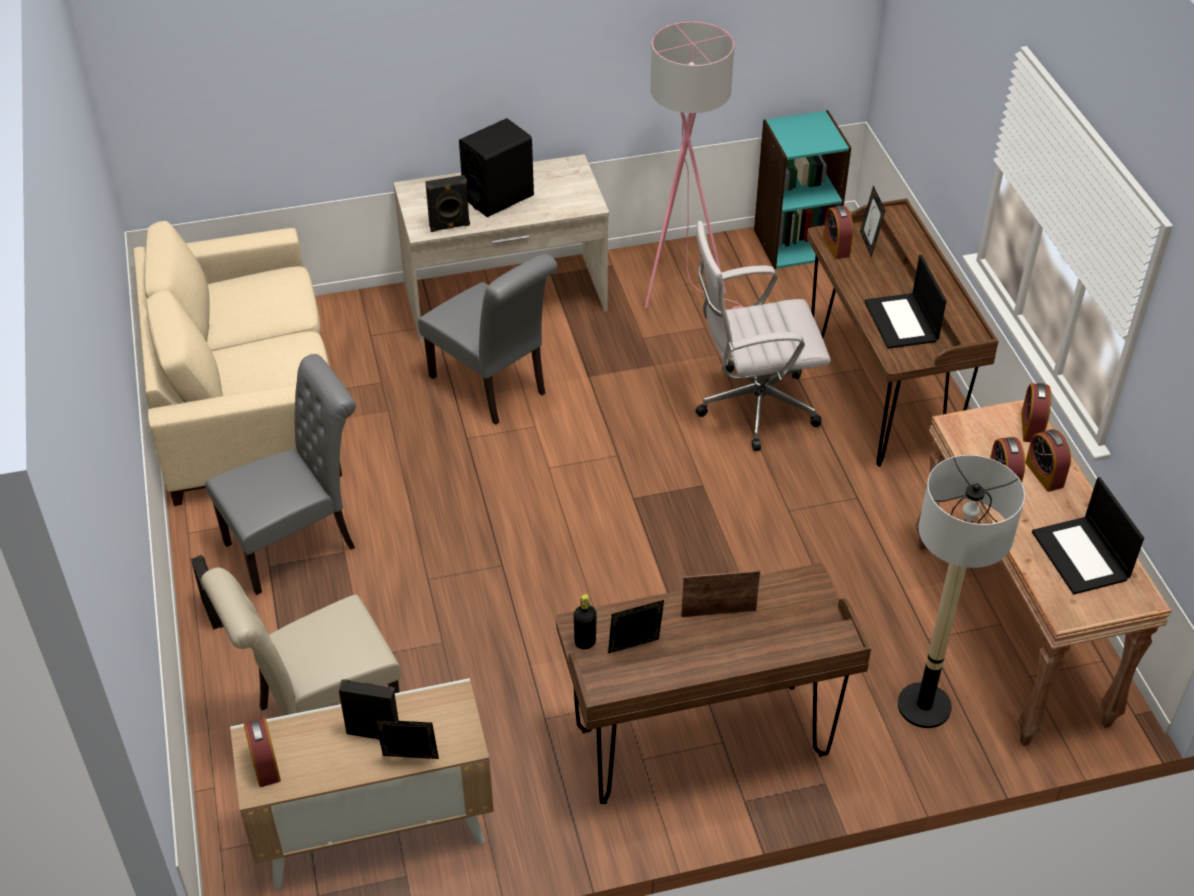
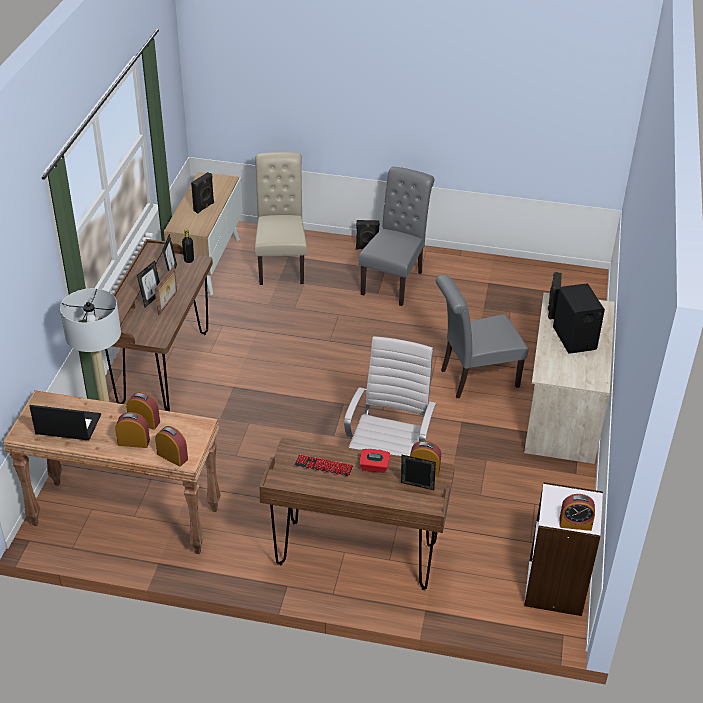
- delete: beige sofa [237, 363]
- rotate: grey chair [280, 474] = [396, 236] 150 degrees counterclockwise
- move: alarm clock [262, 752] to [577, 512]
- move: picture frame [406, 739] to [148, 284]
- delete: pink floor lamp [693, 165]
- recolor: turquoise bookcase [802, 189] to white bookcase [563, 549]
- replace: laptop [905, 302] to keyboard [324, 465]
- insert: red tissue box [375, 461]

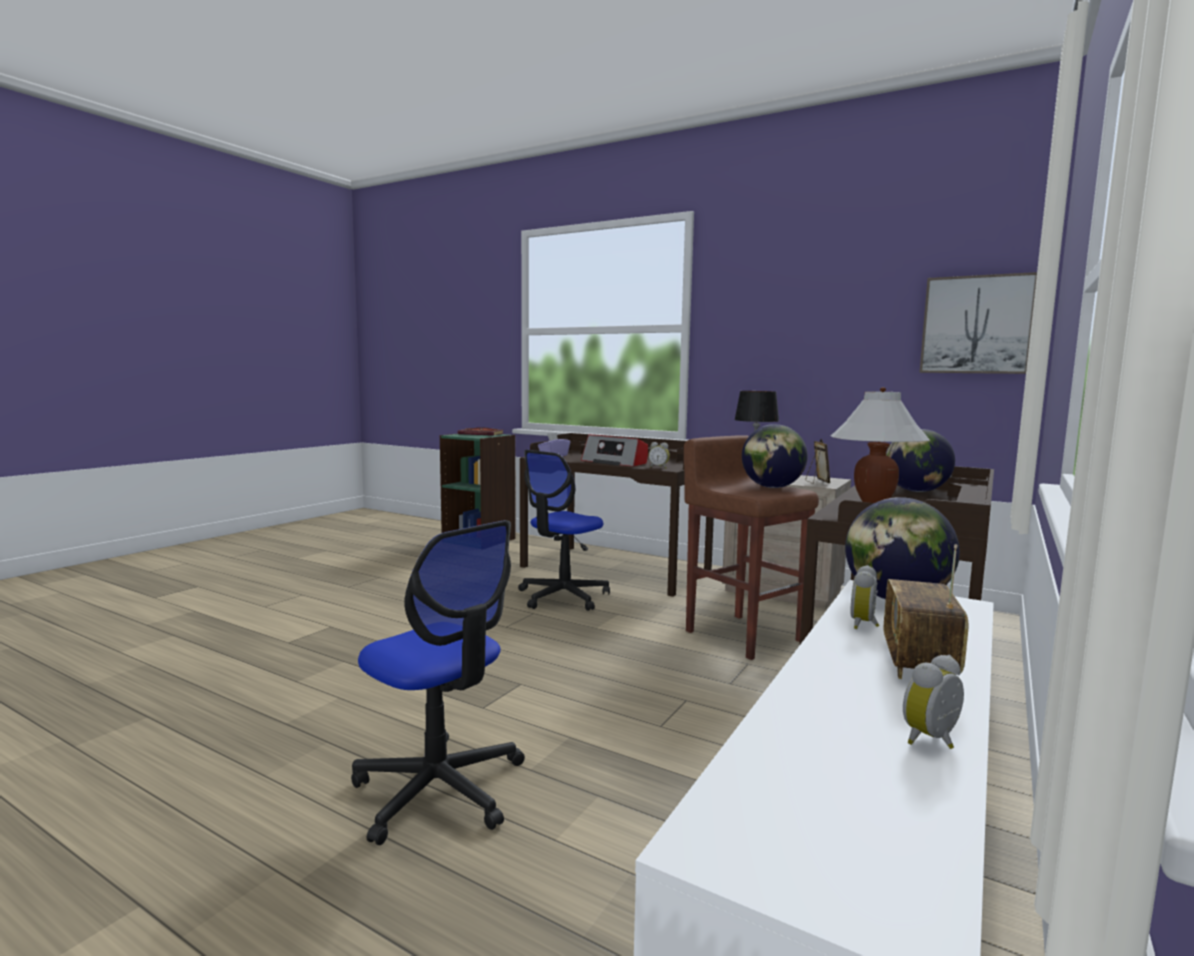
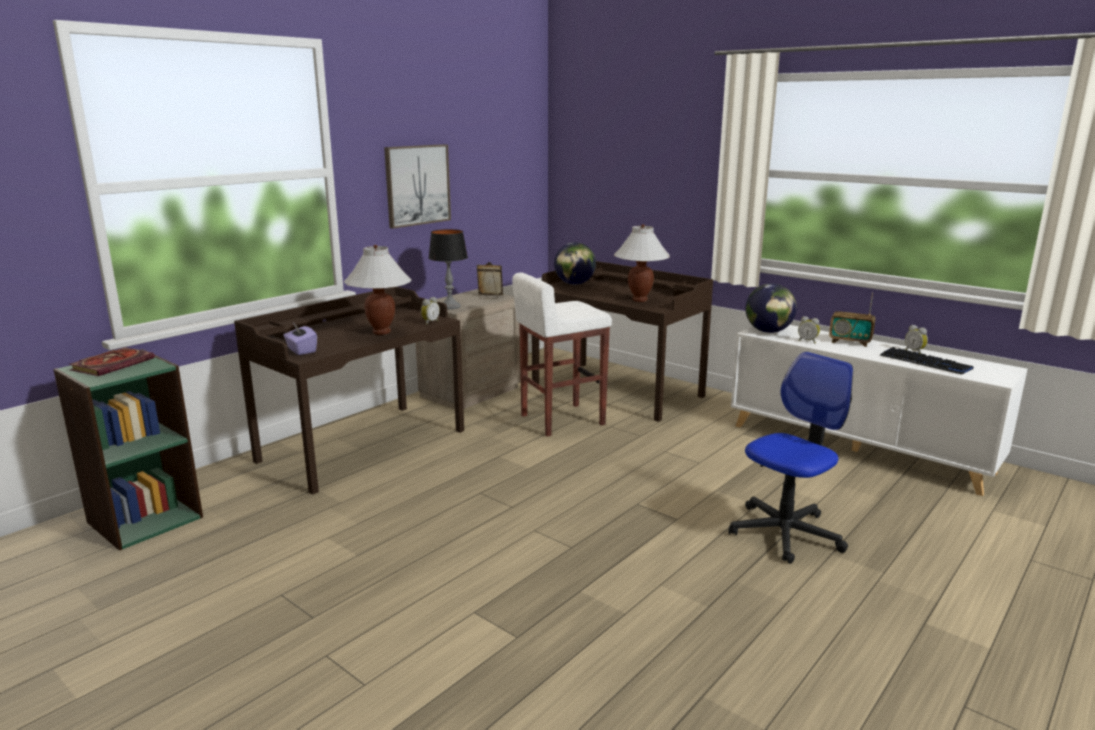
- delete: office chair [564, 530]
- replace: radio [614, 451] to white table lamp [378, 290]
- recolor: brown stool [751, 547] to white stool [562, 354]
- delete: globe [775, 456]
- move: picture [978, 323] to [417, 186]
- insert: keyboard [927, 361]

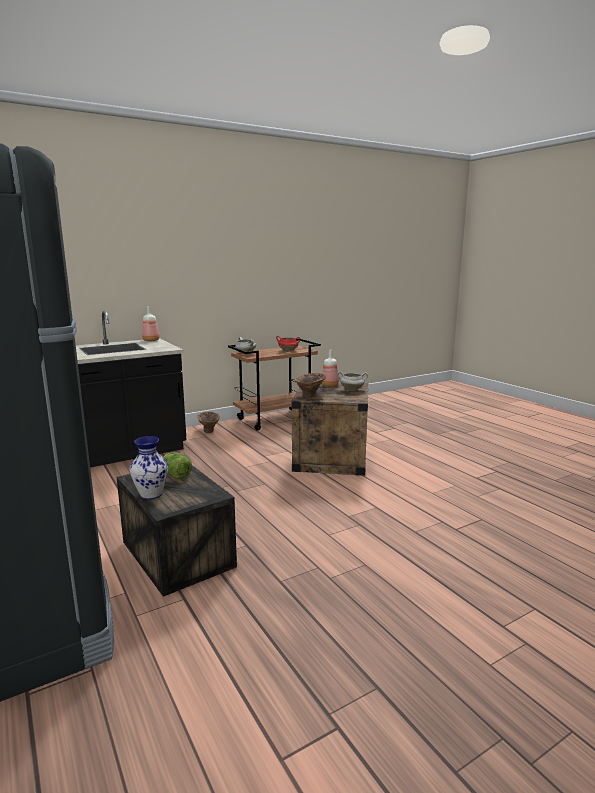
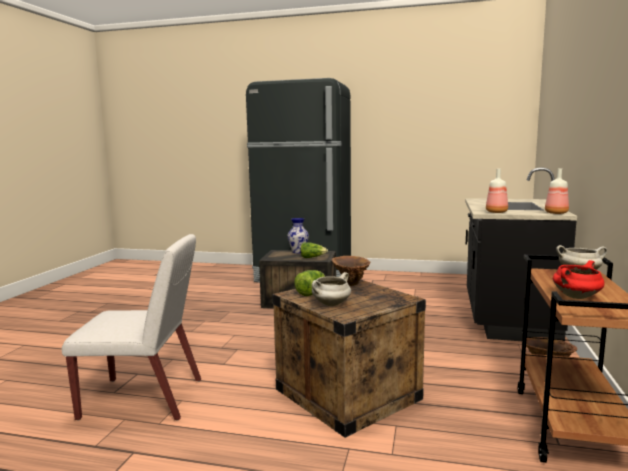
- move: bottle [330, 368] to [497, 191]
- insert: white chair [131, 327]
- insert: lettuce [309, 283]

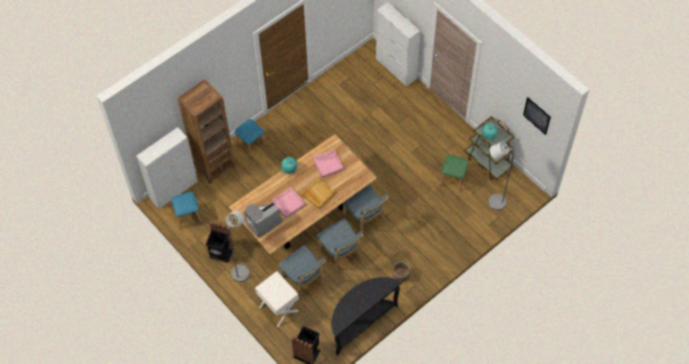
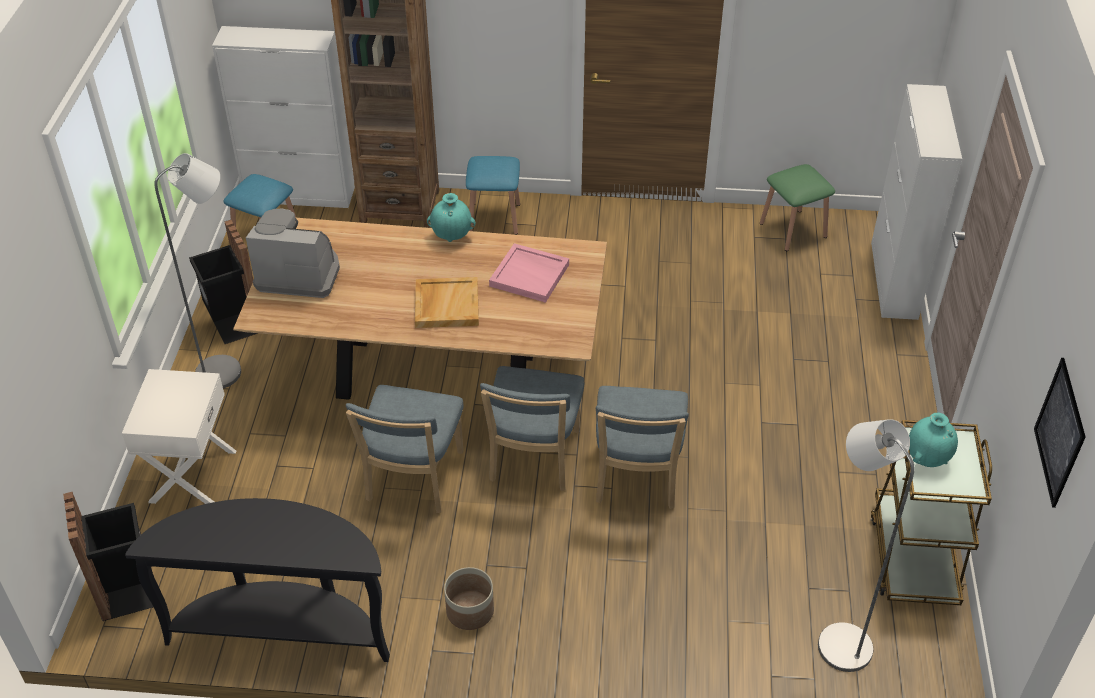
- delete: pink tray [289, 202]
- move: blue chair [302, 272] to [642, 447]
- move: green stool [454, 173] to [797, 207]

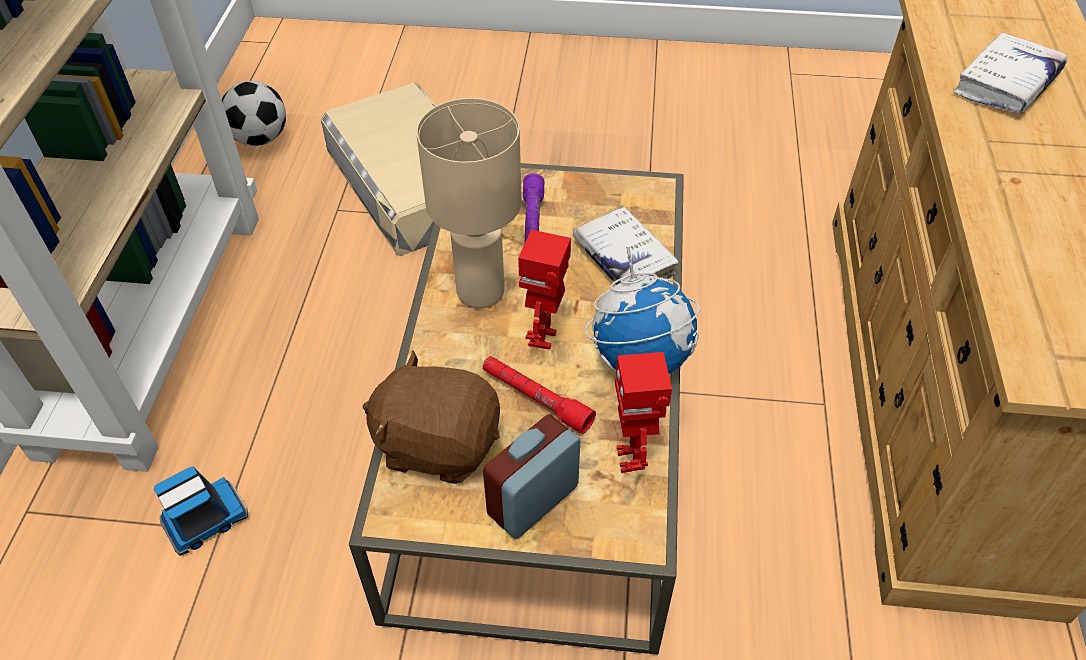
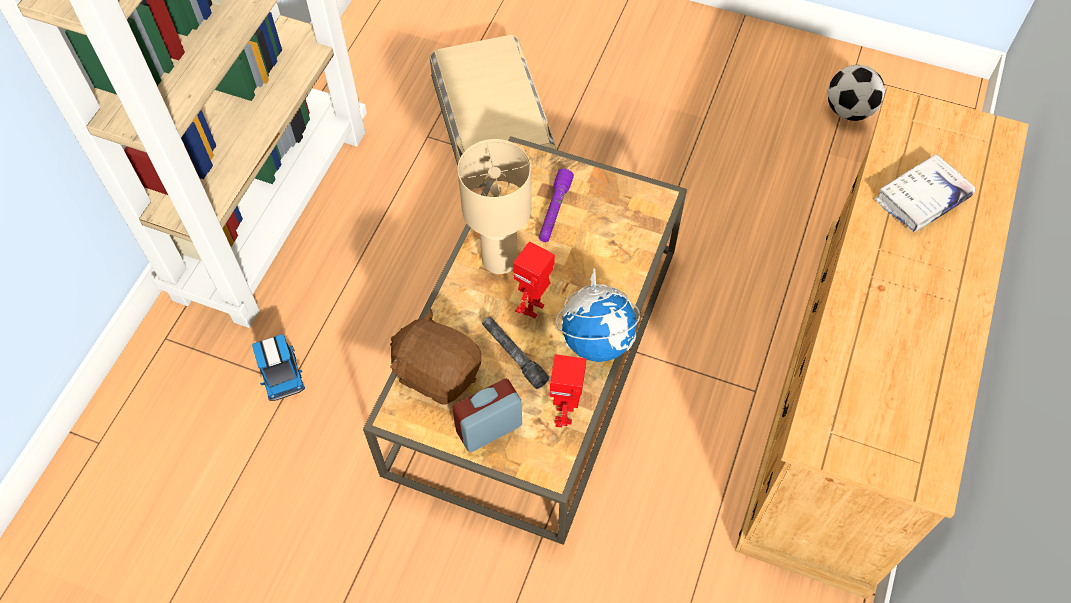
- rotate: toy truck [201, 511] = [278, 367] 90 degrees clockwise
- move: football [254, 113] to [856, 93]
- recolor: red flashlight [539, 395] to grey flashlight [516, 353]
- delete: white book [626, 245]

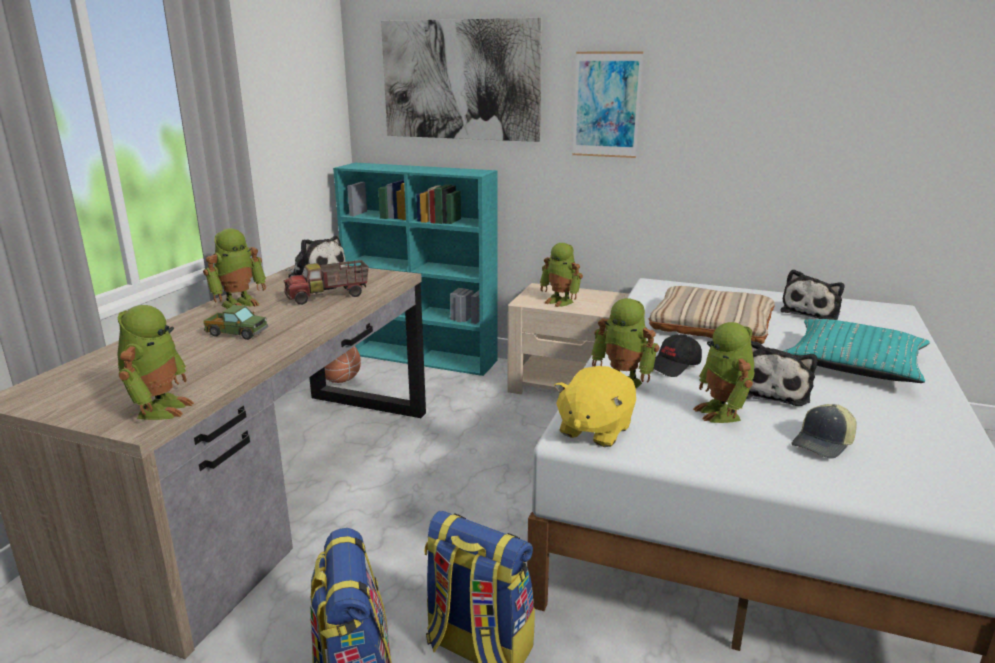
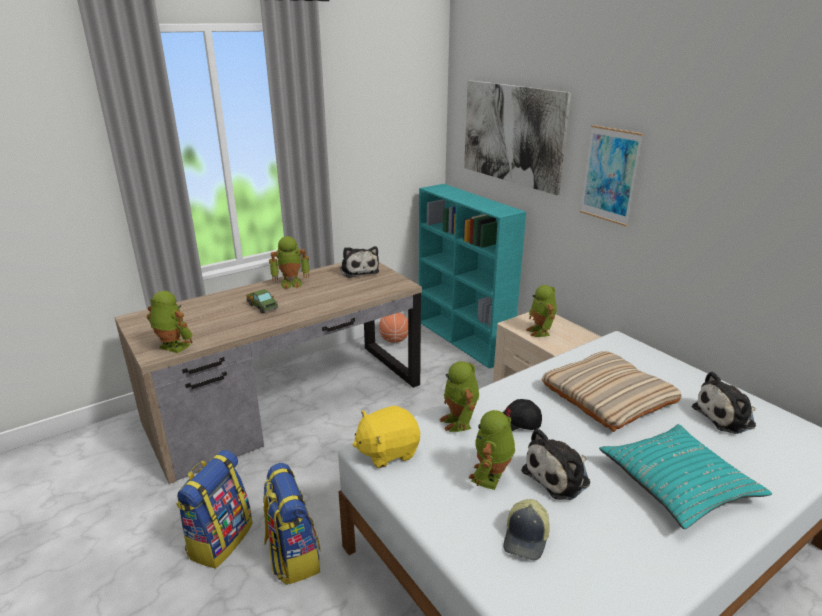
- rotate: toy robot [156, 362] = [170, 322] 105 degrees counterclockwise
- delete: toy truck [326, 282]
- rotate: cap [824, 431] = [526, 529] 60 degrees counterclockwise

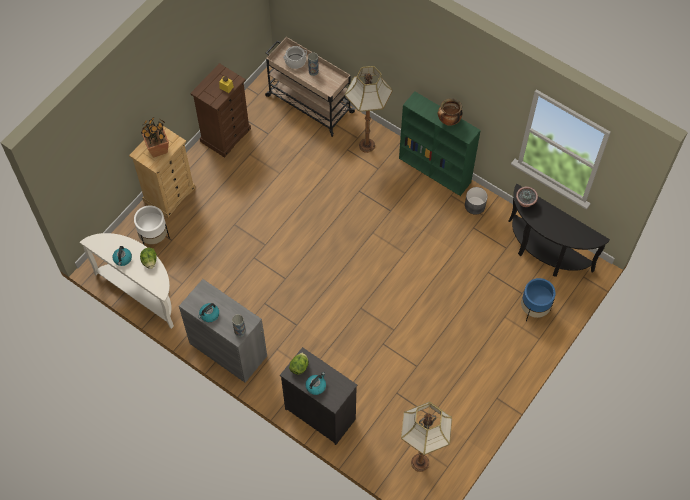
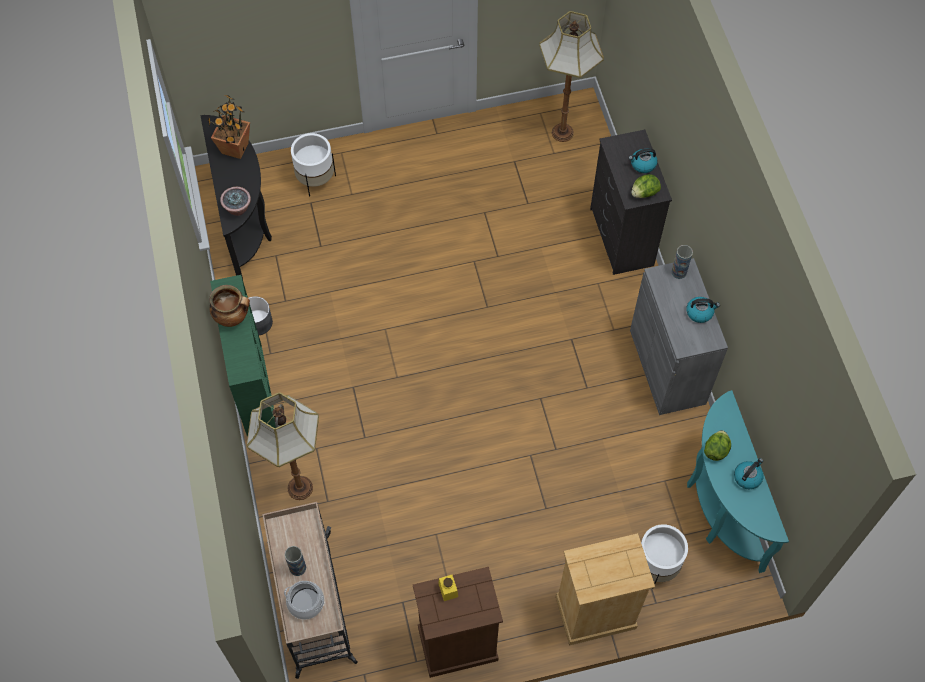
- recolor: white console table [127, 281] to turquoise console table [738, 481]
- move: potted plant [155, 137] to [229, 127]
- recolor: blue planter [538, 299] to white planter [313, 165]

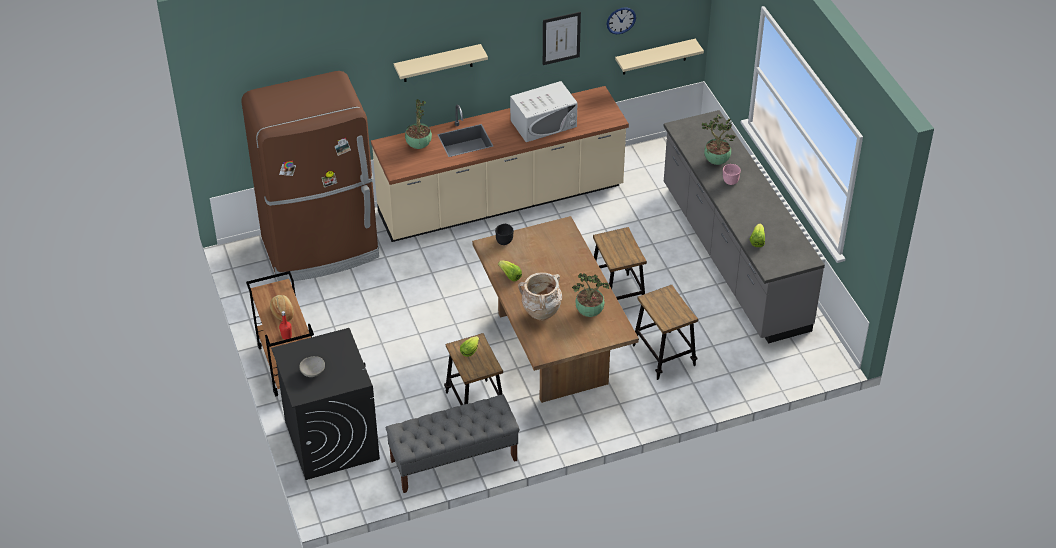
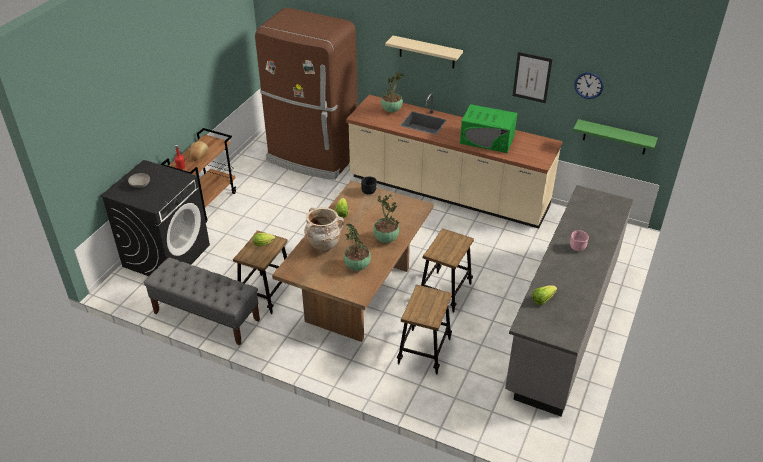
- recolor: white microwave [543, 111] to green microwave [488, 128]
- recolor: beige shelf [659, 57] to green shelf [615, 137]
- move: potted plant [719, 140] to [386, 218]

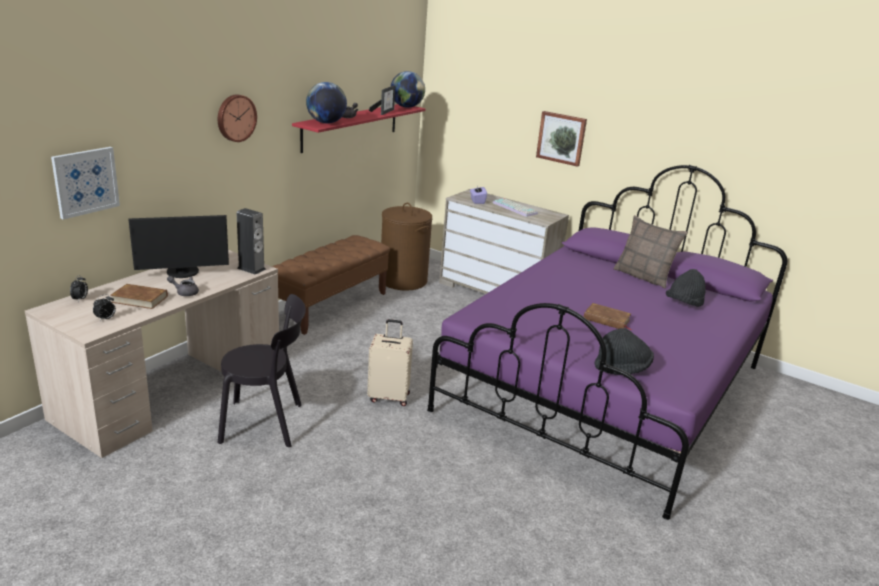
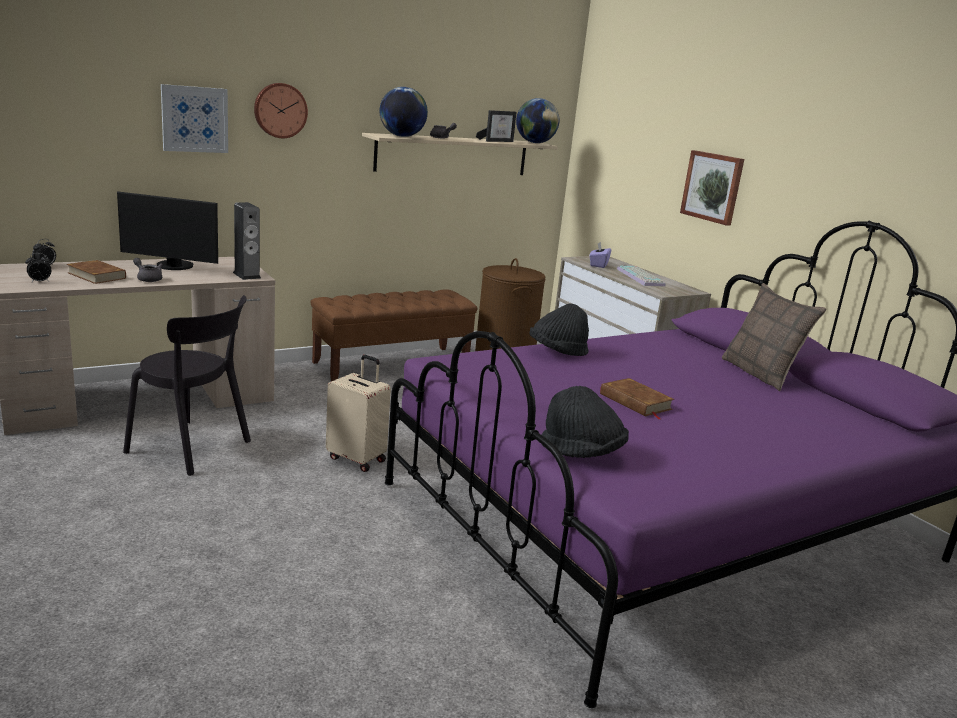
- move: picture [85, 183] to [194, 118]
- recolor: red shelf [358, 128] to beige shelf [460, 154]
- move: black hat [686, 288] to [559, 329]

